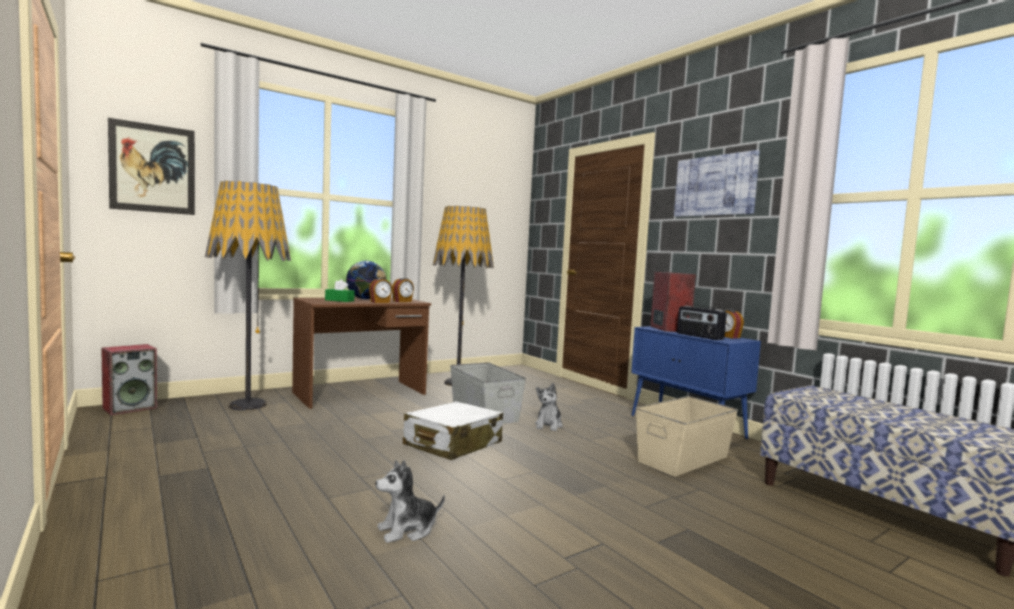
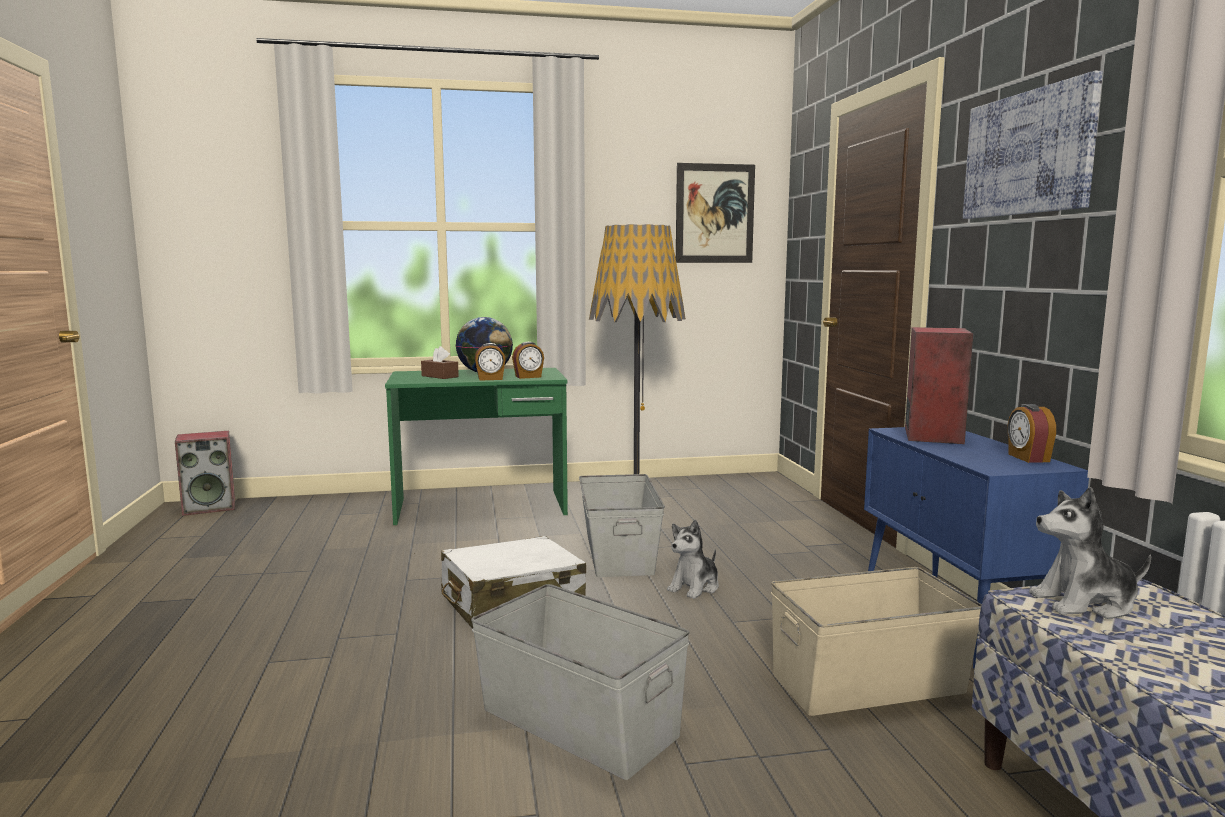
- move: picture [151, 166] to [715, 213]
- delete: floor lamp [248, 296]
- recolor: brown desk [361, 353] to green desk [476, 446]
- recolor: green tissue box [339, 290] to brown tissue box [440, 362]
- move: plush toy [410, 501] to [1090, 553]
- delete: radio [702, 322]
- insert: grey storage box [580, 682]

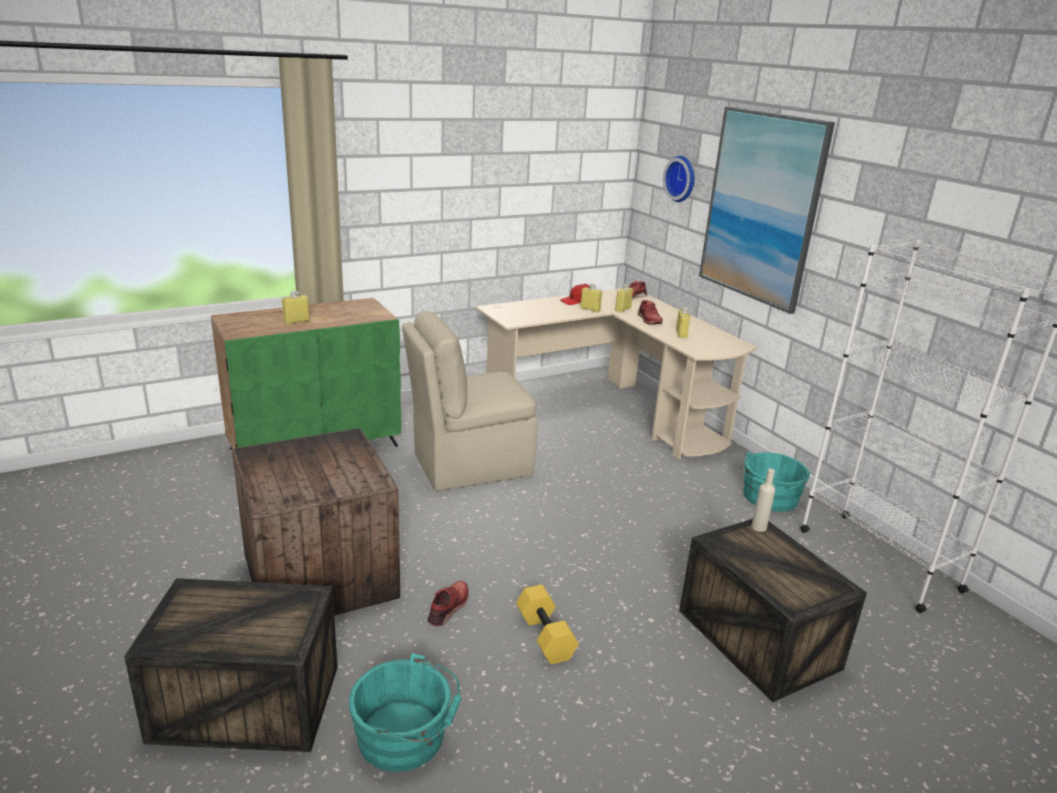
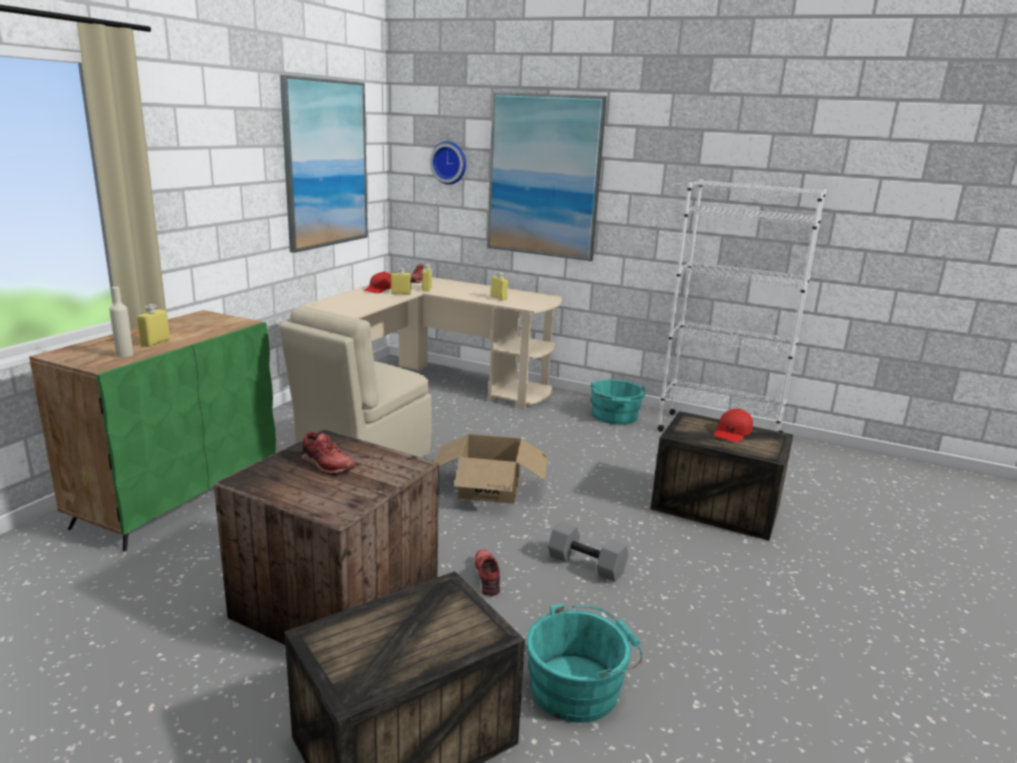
- recolor: yellow dumbbell [547, 624] to grey dumbbell [588, 551]
- move: red shoe [650, 312] to [328, 454]
- move: beige bottle [763, 500] to [121, 322]
- insert: picture [324, 164]
- insert: cardboard box [491, 469]
- insert: red cap [733, 426]

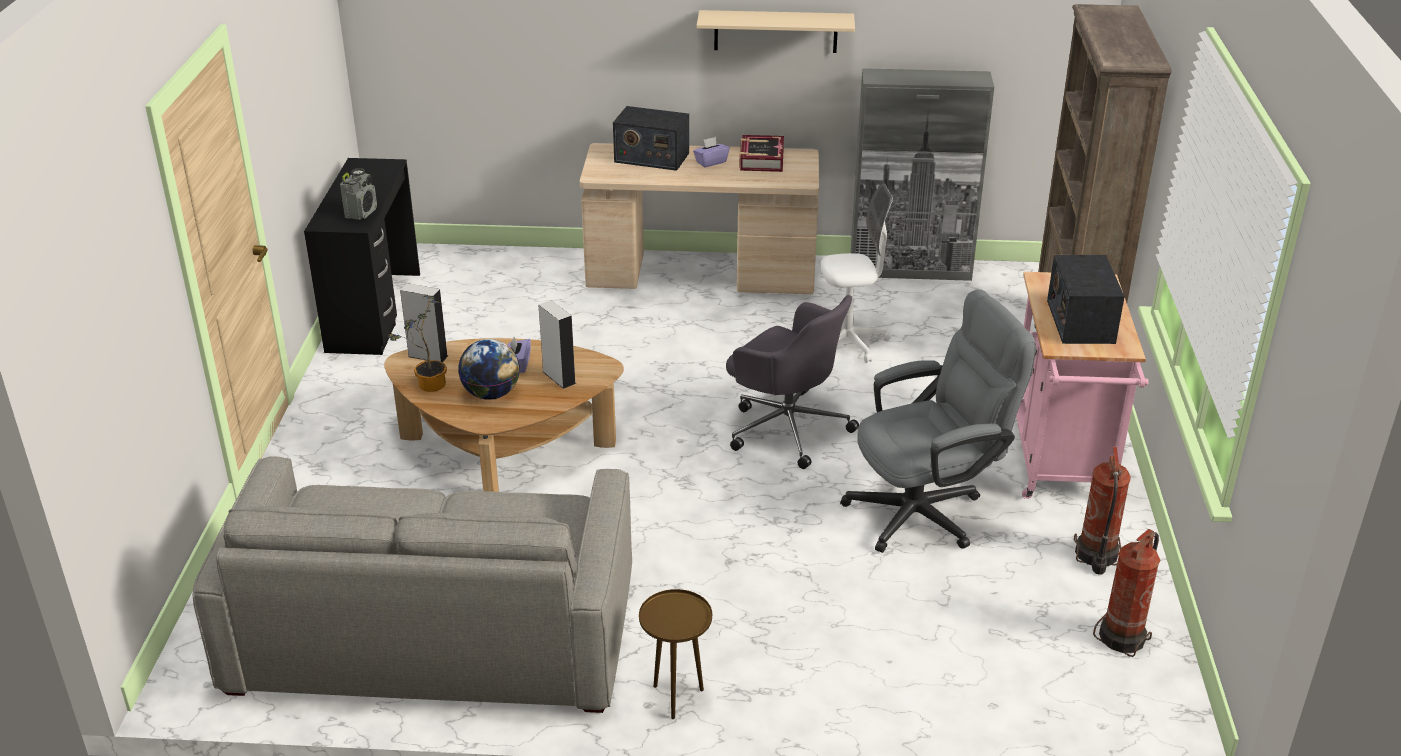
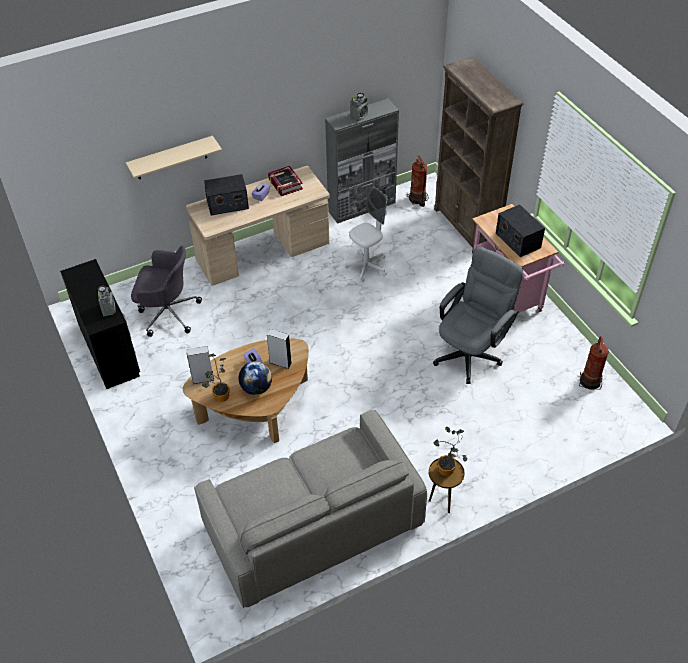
- move: beige shelf [776, 31] to [174, 157]
- move: grey office chair [792, 382] to [166, 291]
- move: fire extinguisher [1102, 511] to [417, 181]
- insert: radio [359, 107]
- insert: potted plant [450, 451]

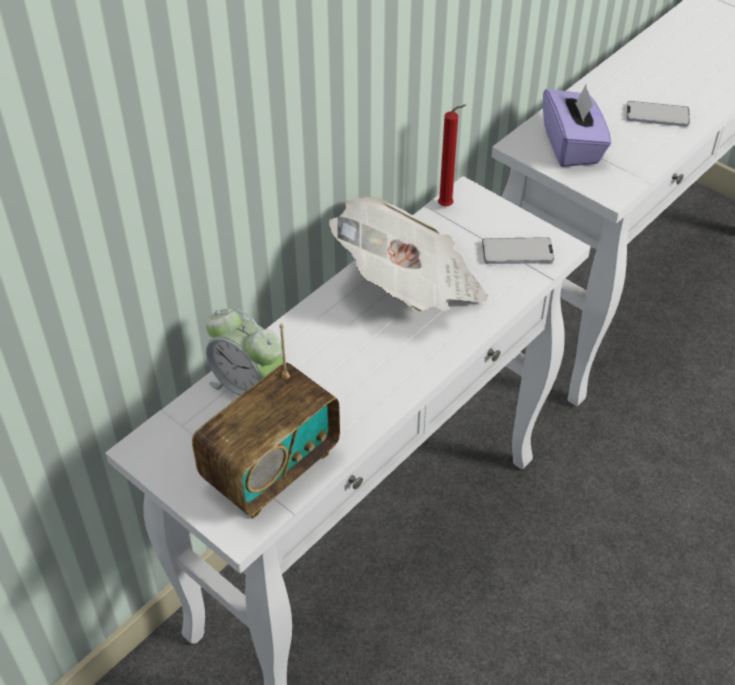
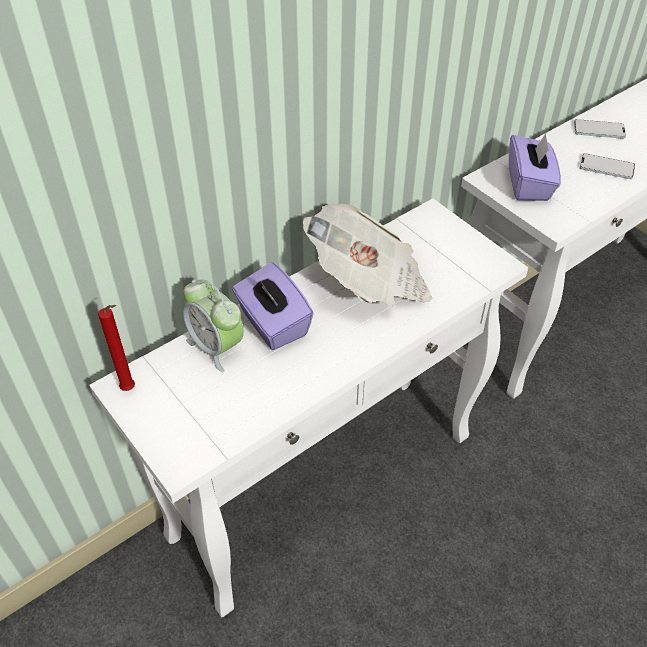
- delete: radio [266, 421]
- move: red candle [452, 155] to [116, 348]
- move: phone [518, 250] to [600, 129]
- insert: purple tissue box [273, 306]

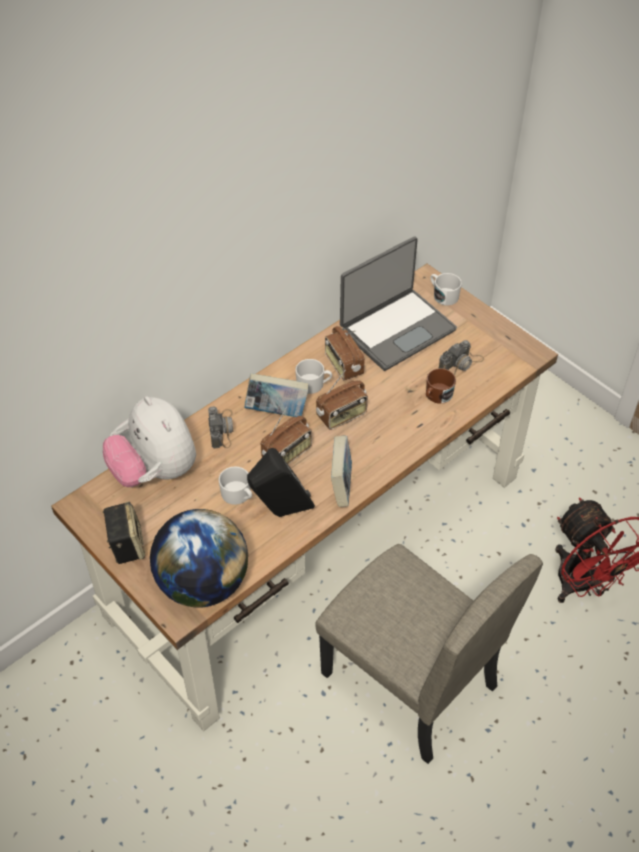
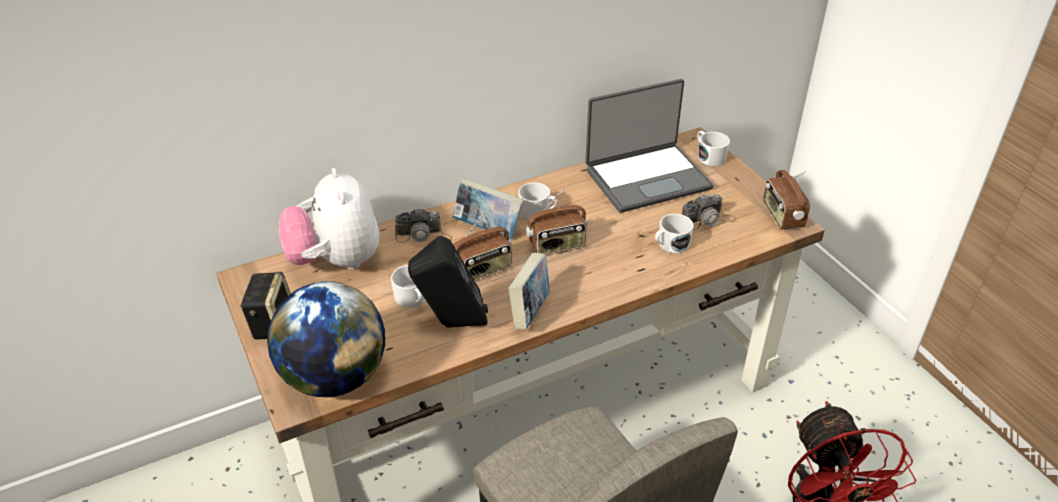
- rotate: photo camera [220, 427] = [423, 225] 75 degrees clockwise
- move: radio [345, 353] to [786, 199]
- recolor: brown mug [441, 386] to white mug [674, 233]

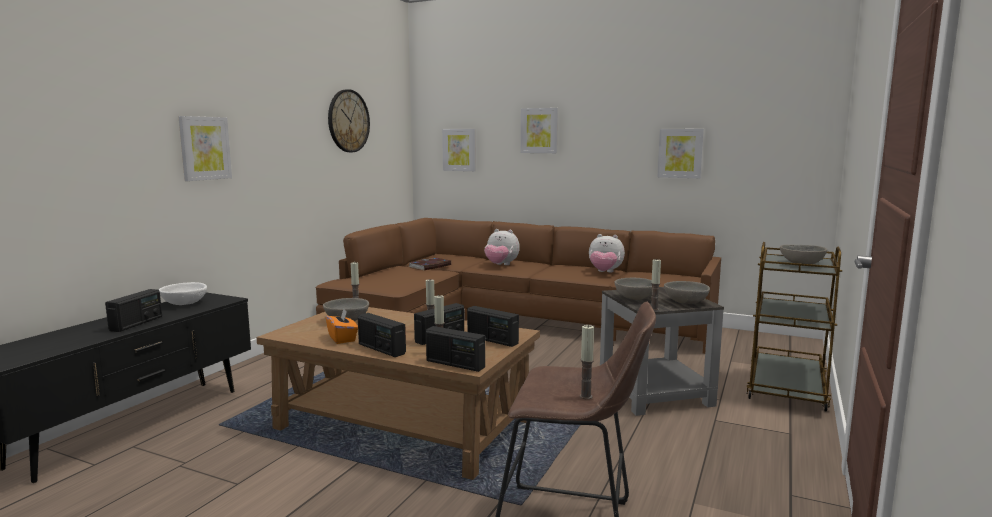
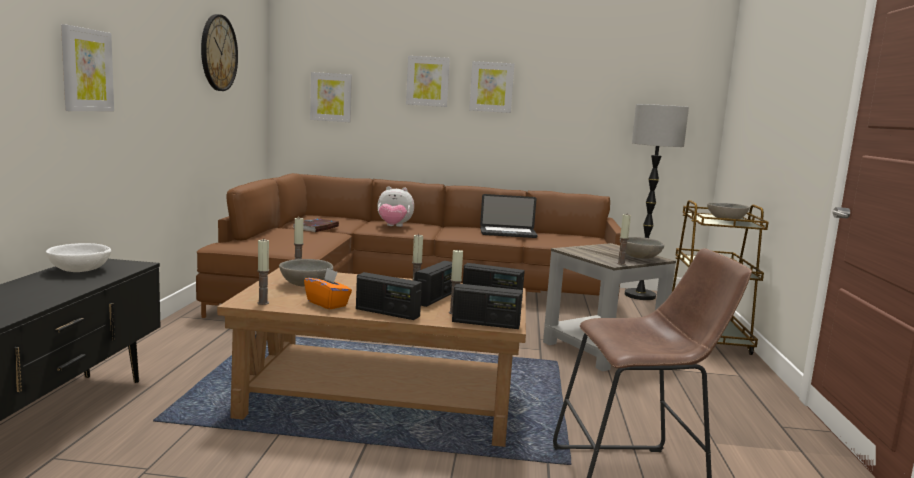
- delete: radio [133, 310]
- move: candle [587, 362] to [263, 272]
- replace: plush toy [607, 253] to laptop [509, 216]
- delete: grey bowl [633, 289]
- move: picture [681, 153] to [491, 87]
- insert: floor lamp [657, 202]

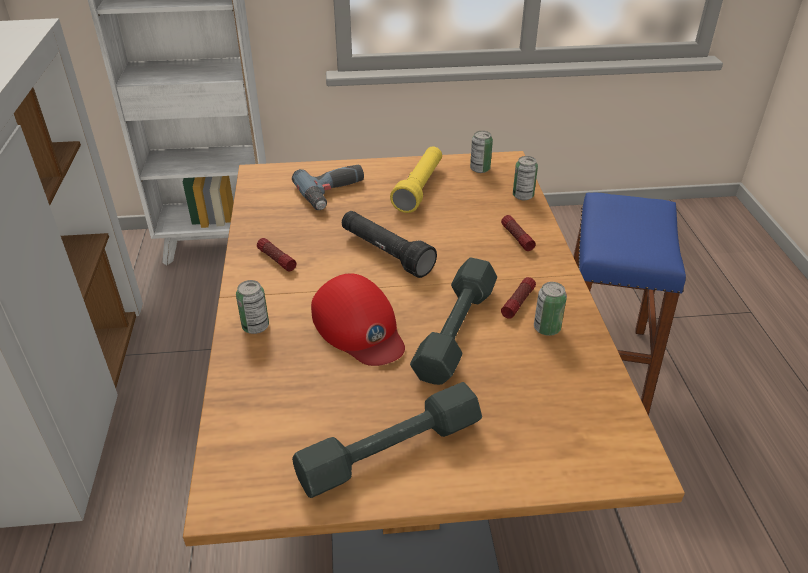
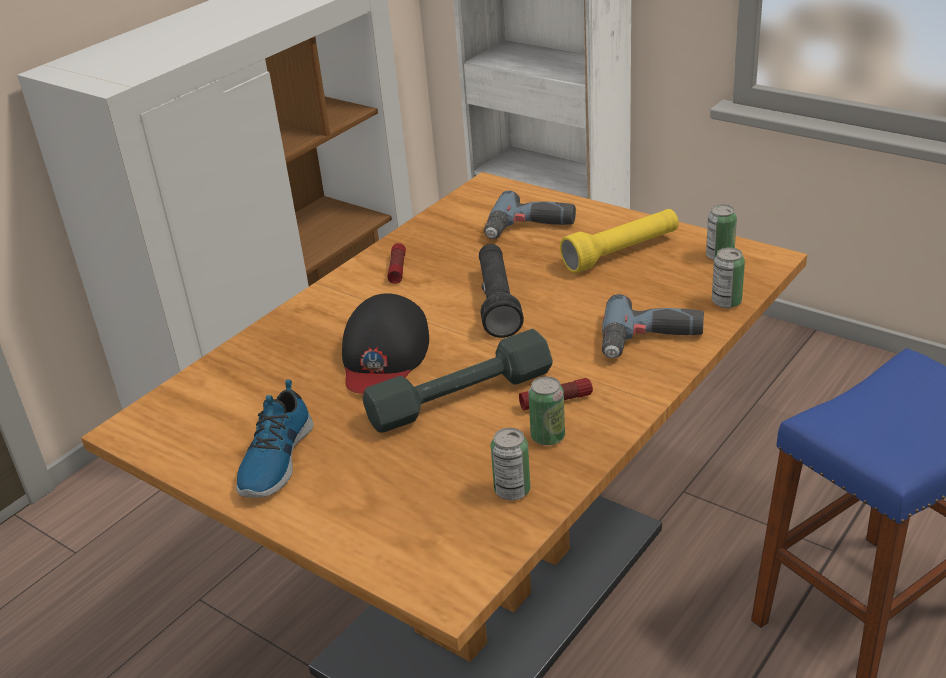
- move: can [252, 307] to [510, 464]
- replace: grey dumbbell [387, 440] to shoe [275, 439]
- recolor: red cap [358, 319] to black cap [385, 343]
- replace: flashlight [518, 233] to power drill [653, 326]

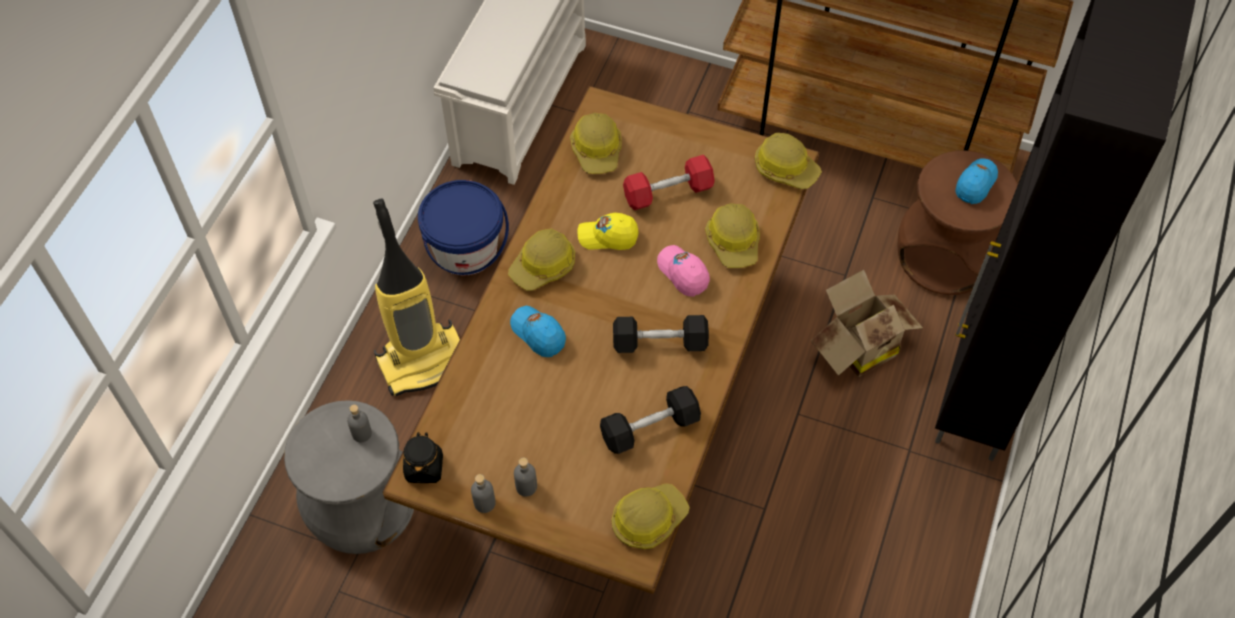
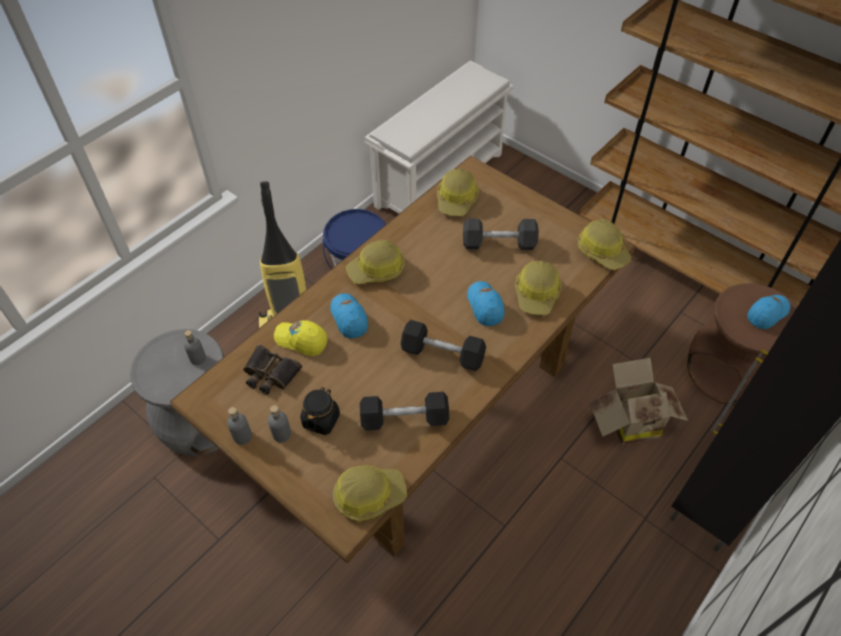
- move: black jar [423, 457] to [320, 411]
- move: yellow cap [608, 231] to [300, 338]
- recolor: red dumbbell [669, 182] to grey dumbbell [501, 234]
- recolor: pink cap [683, 271] to blue cap [485, 303]
- insert: binoculars [272, 370]

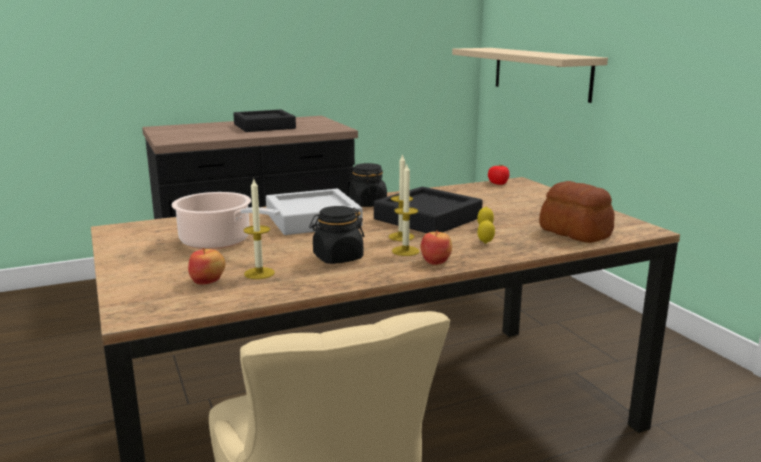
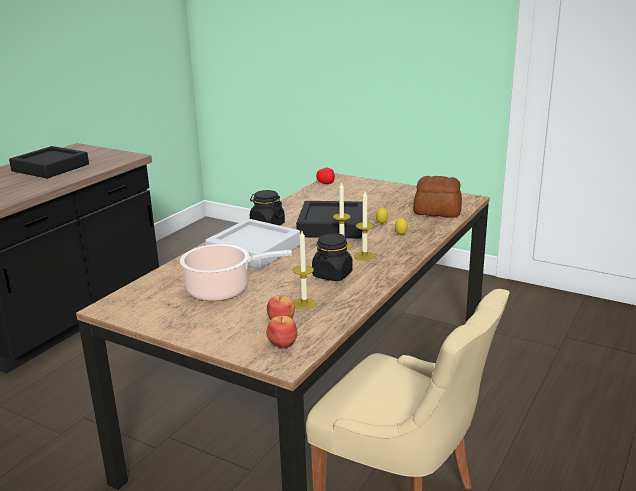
- move: apple [436, 247] to [282, 332]
- delete: beige shelf [530, 75]

